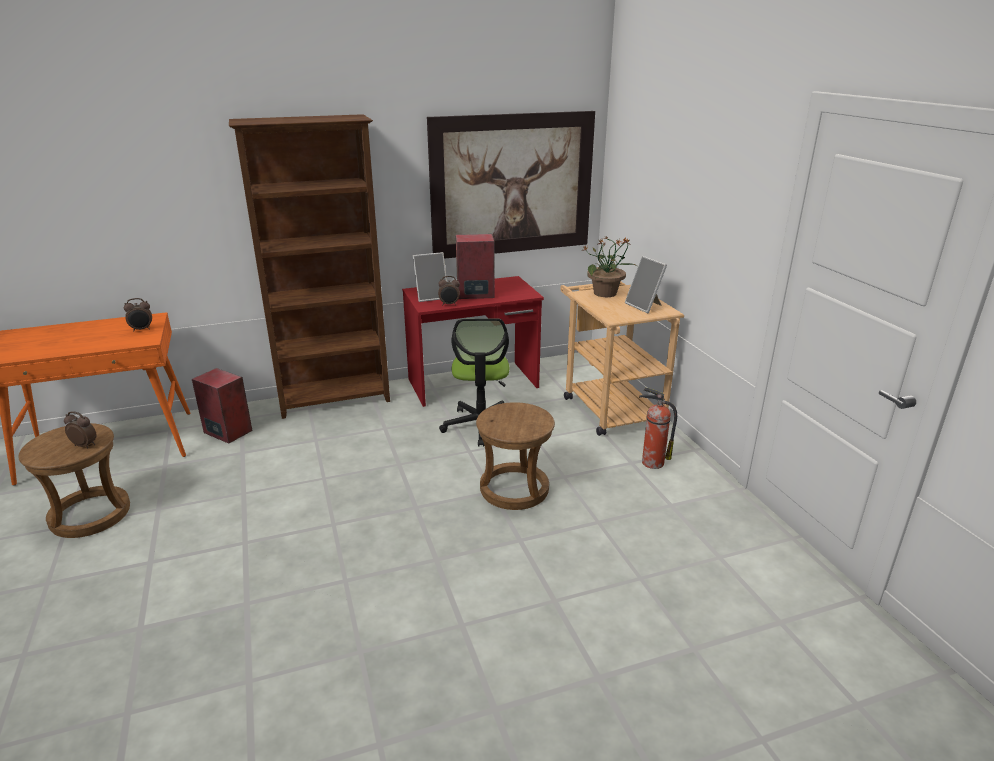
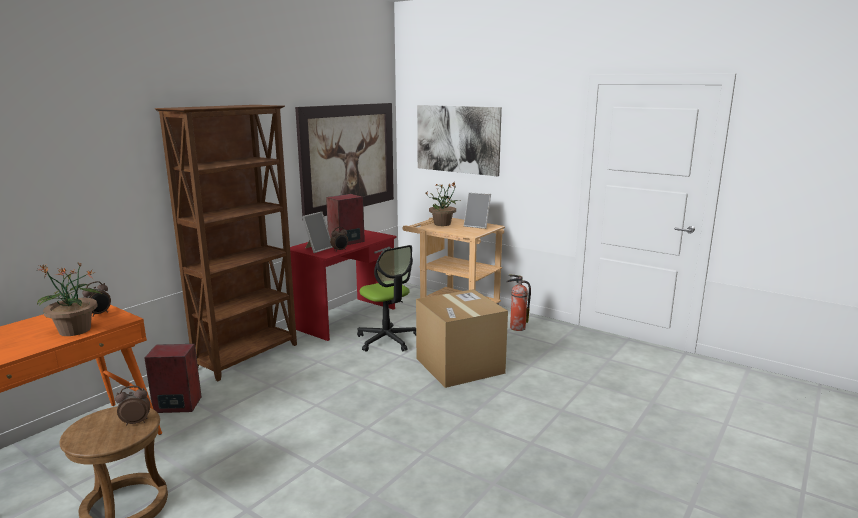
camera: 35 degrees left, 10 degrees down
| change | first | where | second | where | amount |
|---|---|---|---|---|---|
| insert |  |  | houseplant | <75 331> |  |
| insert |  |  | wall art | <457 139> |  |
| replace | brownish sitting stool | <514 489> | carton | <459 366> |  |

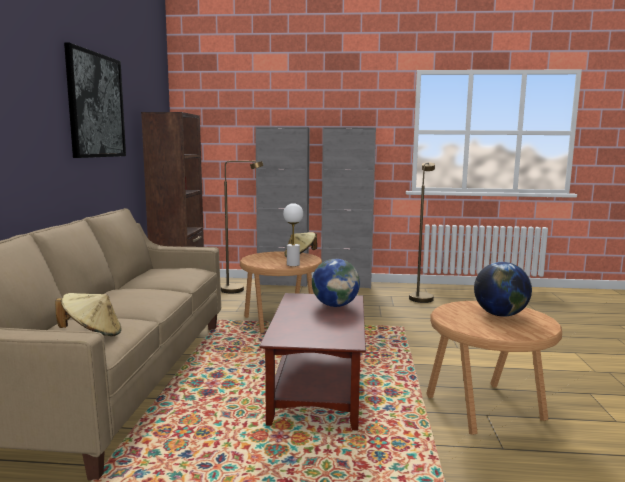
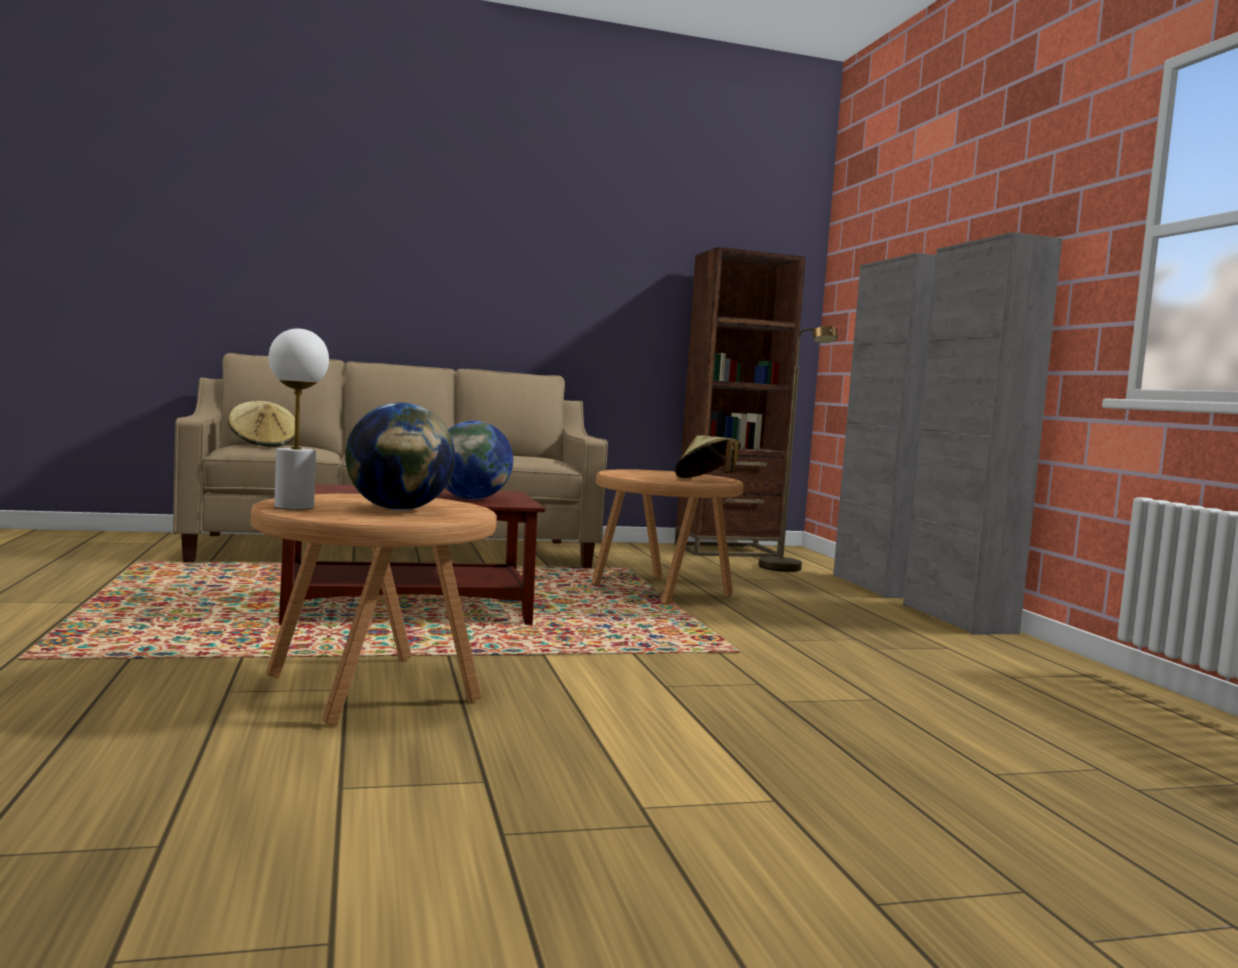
camera: 70 degrees right, 5 degrees down
| change | first | where | second | where | amount |
|---|---|---|---|---|---|
| delete | wall art | <96 105> |  |  |  |
| delete | brownish standing lamp | <421 297> |  |  |  |
| move | whitish tabletop lamp | <293 264> |  | <293 507> |  |

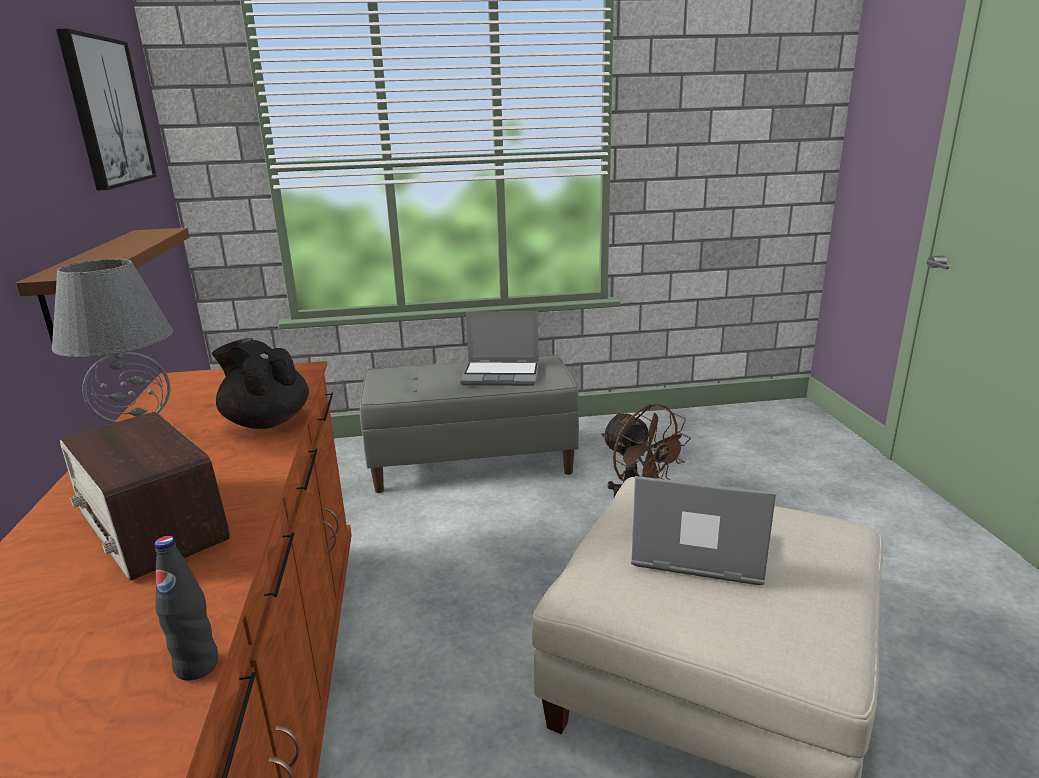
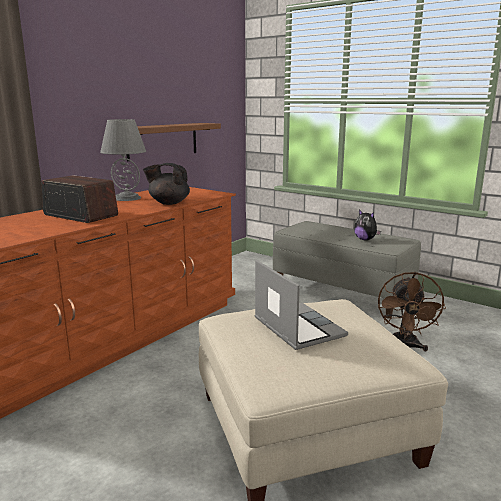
camera: 45 degrees right, 5 degrees down
| change | first | where | second | where | amount |
|---|---|---|---|---|---|
| delete | wall art | <107 112> |  |  |  |
| delete | black-coloured drink bottle | <197 666> |  |  |  |
| replace | portable computer | <502 375> | soft toy | <365 239> |  |
| rotate | radio set | <152 526> |  | <80 215> | 120 degrees clockwise |
| rotate | black-coloured pot for tea | <266 421> |  | <168 203> | 75 degrees counterclockwise |

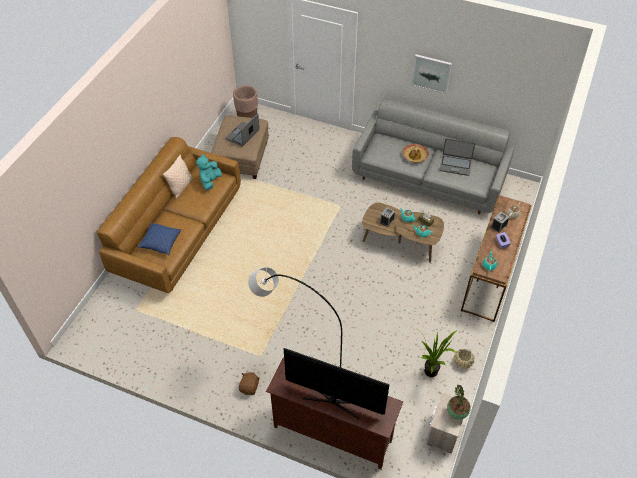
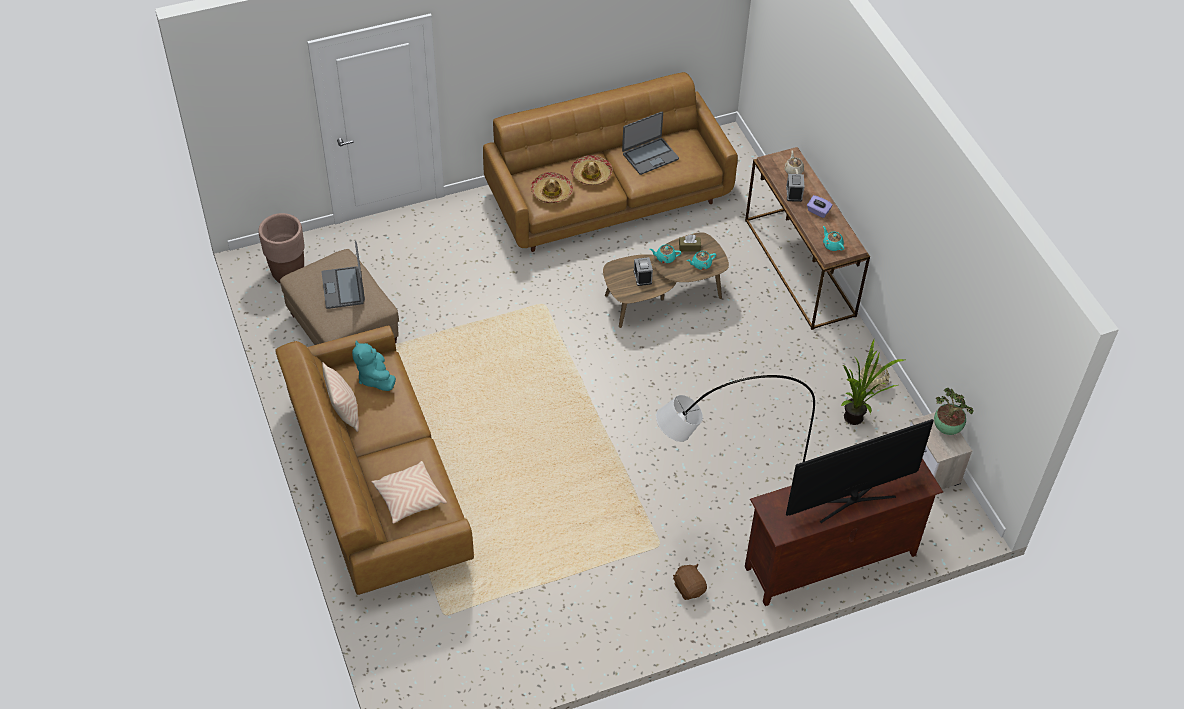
camera: 45 degrees left, 0 degrees up
| change | first | where | second | where | amount |
|---|---|---|---|---|---|
| delete | wall art | <431 73> |  |  |  |
| insert |  |  | clothing hat | <551 192> |  |
| recolor | blue pillow | <160 242> | beige-coloured pillow | <409 498> |  |
| recolor | greyish settee | <429 177> | brownish settee | <607 196> |  |

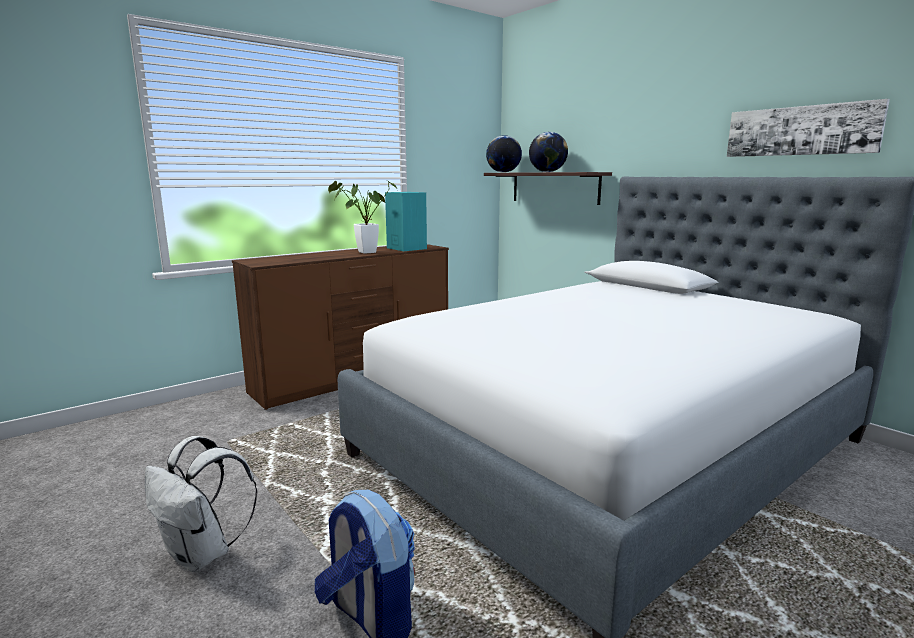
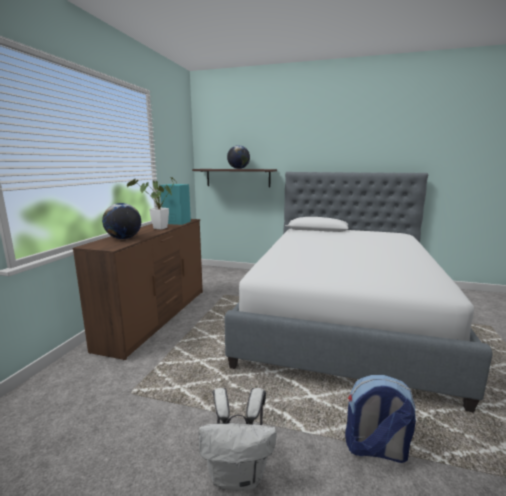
camera: 35 degrees left, 0 degrees up
| change | first | where | second | where | amount |
|---|---|---|---|---|---|
| delete | wall art | <801 131> |  |  |  |
| move | globe | <503 172> |  | <124 238> |  |

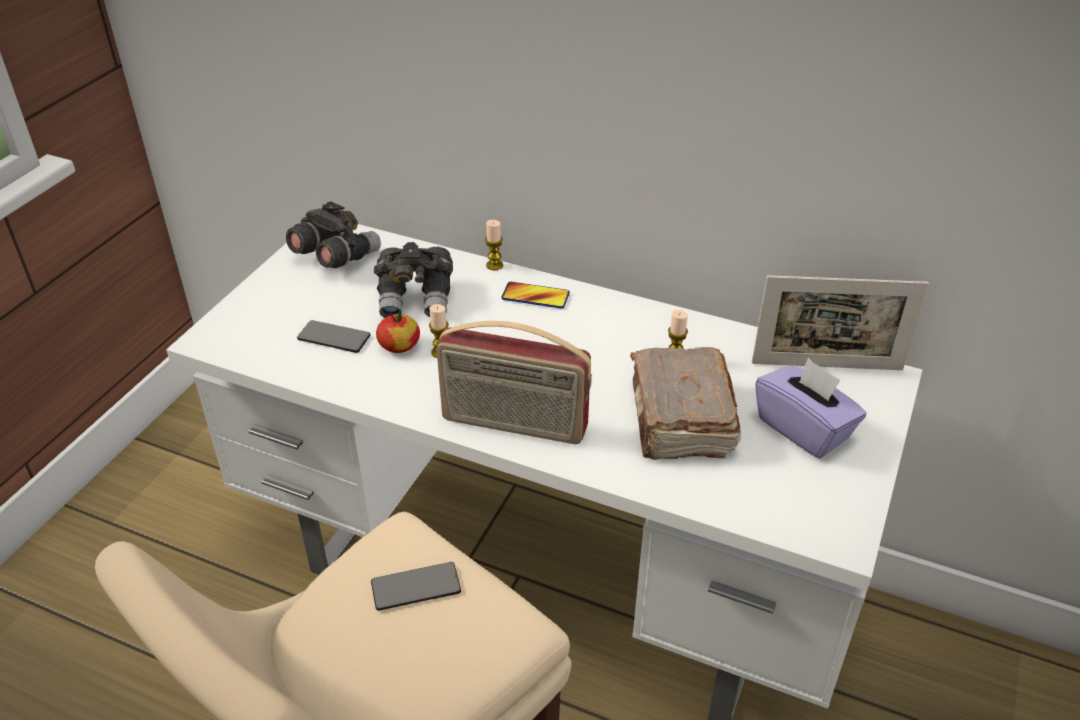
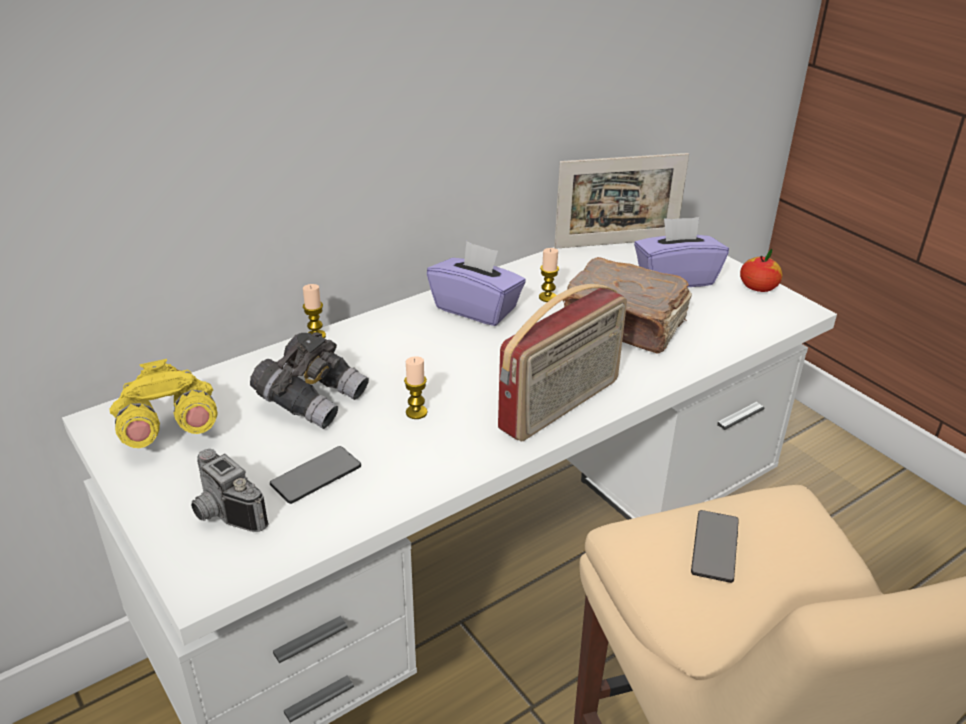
camera: 60 degrees left, 5 degrees down
| change | first | where | second | where | amount |
|---|---|---|---|---|---|
| delete | handset | <535 296> |  |  |  |
| insert |  |  | photo camera | <222 514> |  |
| insert |  |  | purple tissue holder | <476 308> |  |
| move | apple fruit | <399 345> |  | <758 287> |  |
| recolor | greyish pair of binoculars | <335 257> | yellow pair of binoculars | <167 430> |  |
| rotate | standing frame | <826 366> |  | <616 243> | 45 degrees clockwise |

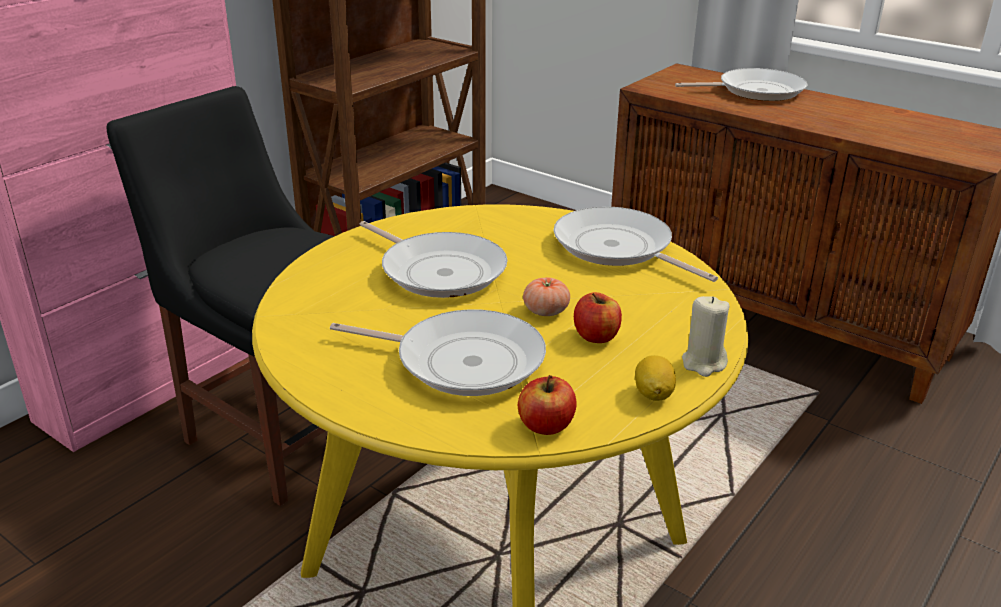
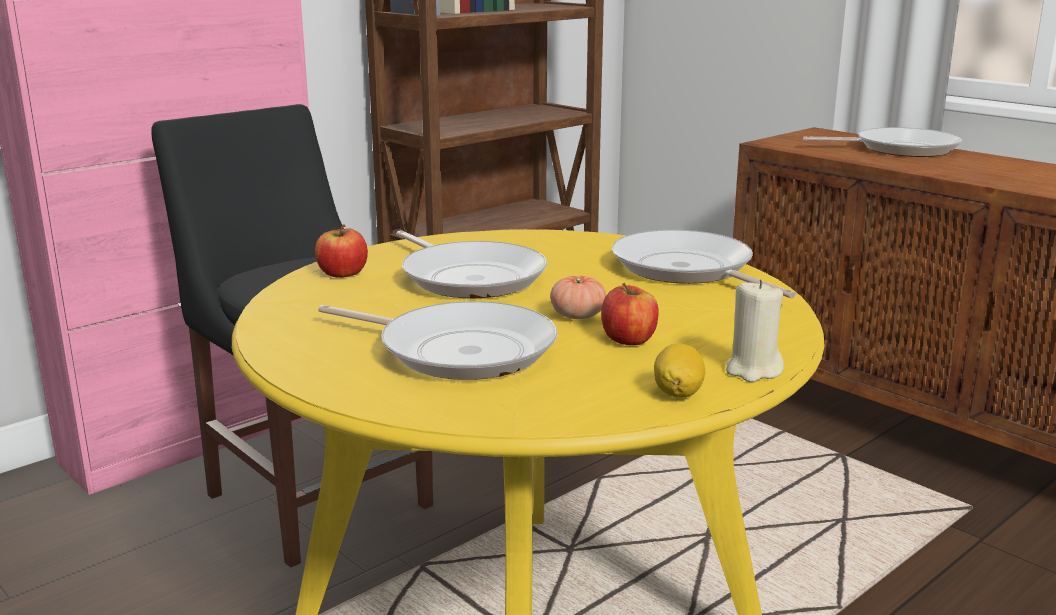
camera: 10 degrees right, 10 degrees down
| change | first | where | second | where | amount |
|---|---|---|---|---|---|
| move | apple fruit | <546 425> |  | <342 274> |  |

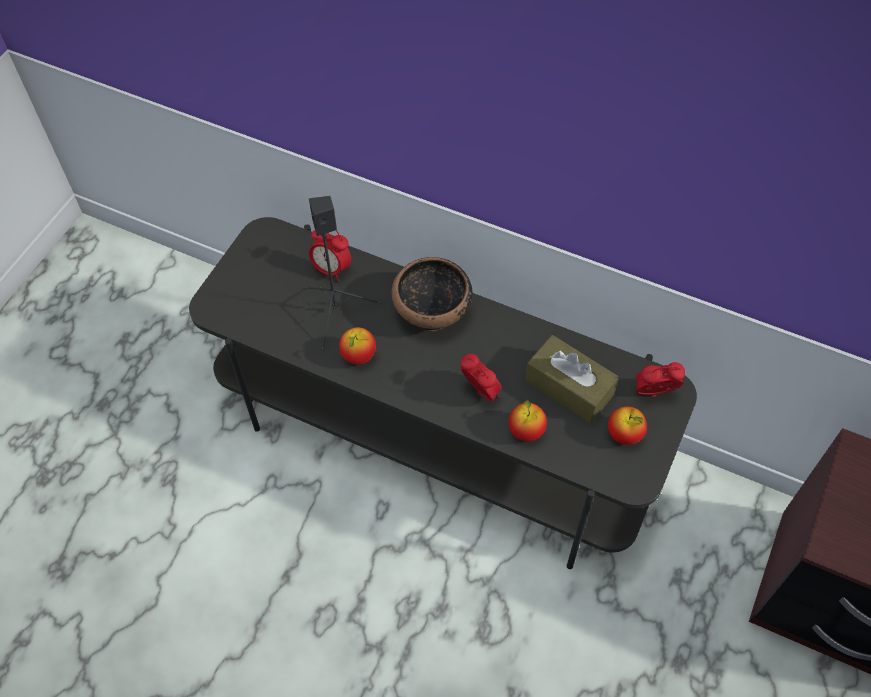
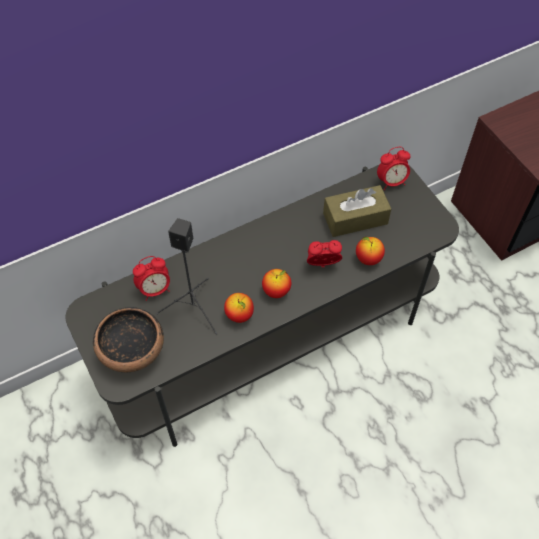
camera: 55 degrees left, 0 degrees up
| change | first | where | second | where | amount |
|---|---|---|---|---|---|
| move | bowl | <433 310> |  | <133 351> |  |
| move | apple fruit | <624 435> |  | <276 291> |  |
| rotate | bedside clock | <653 393> |  | <391 182> | 135 degrees counterclockwise |

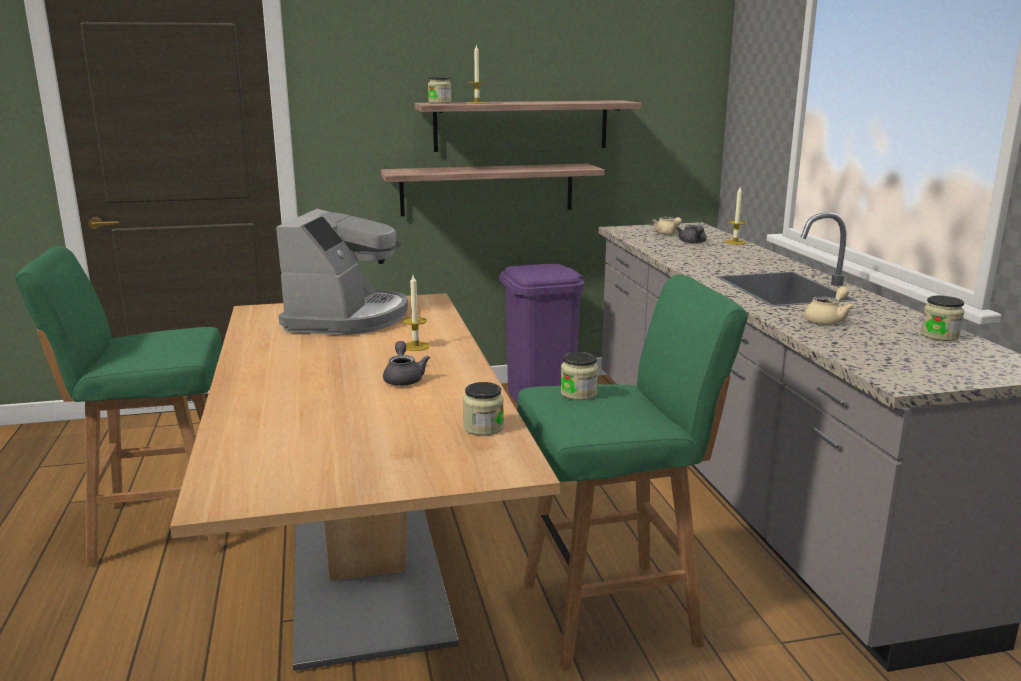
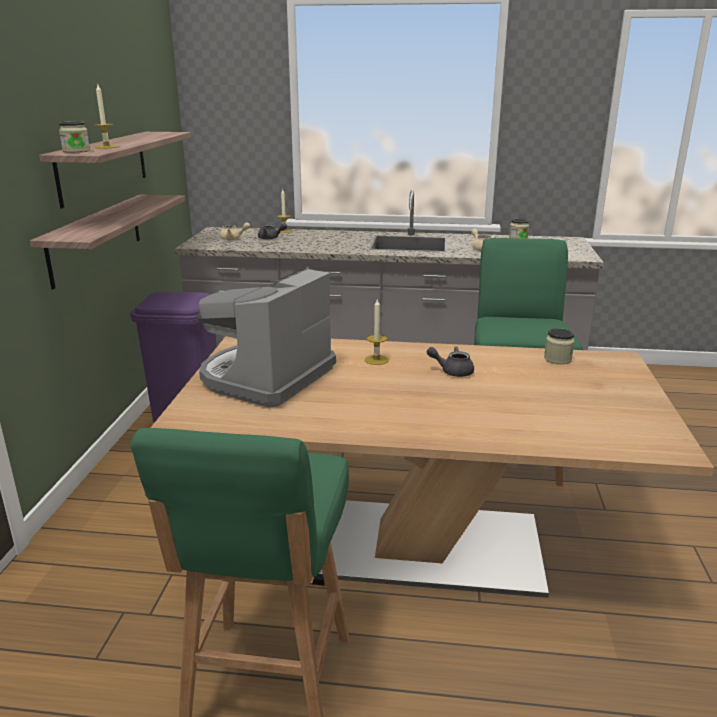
camera: 70 degrees left, 5 degrees up
| change | first | where | second | where | amount |
|---|---|---|---|---|---|
| delete | preserve jar | <578 393> |  |  |  |
| rotate | coffee machine | <347 318> |  | <266 377> | 90 degrees counterclockwise |

